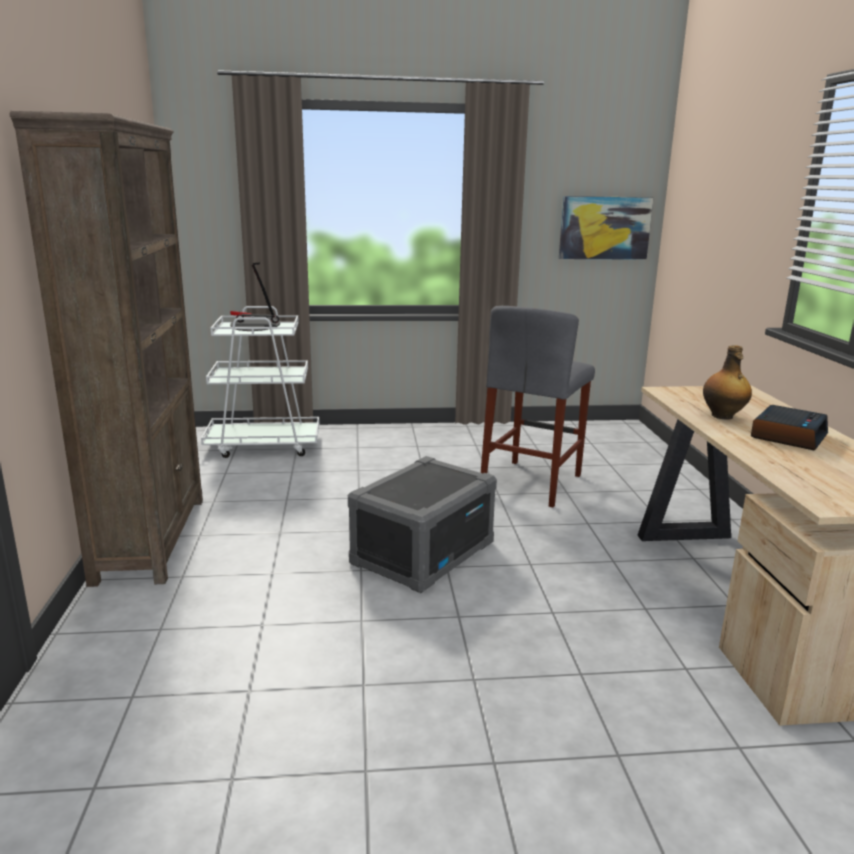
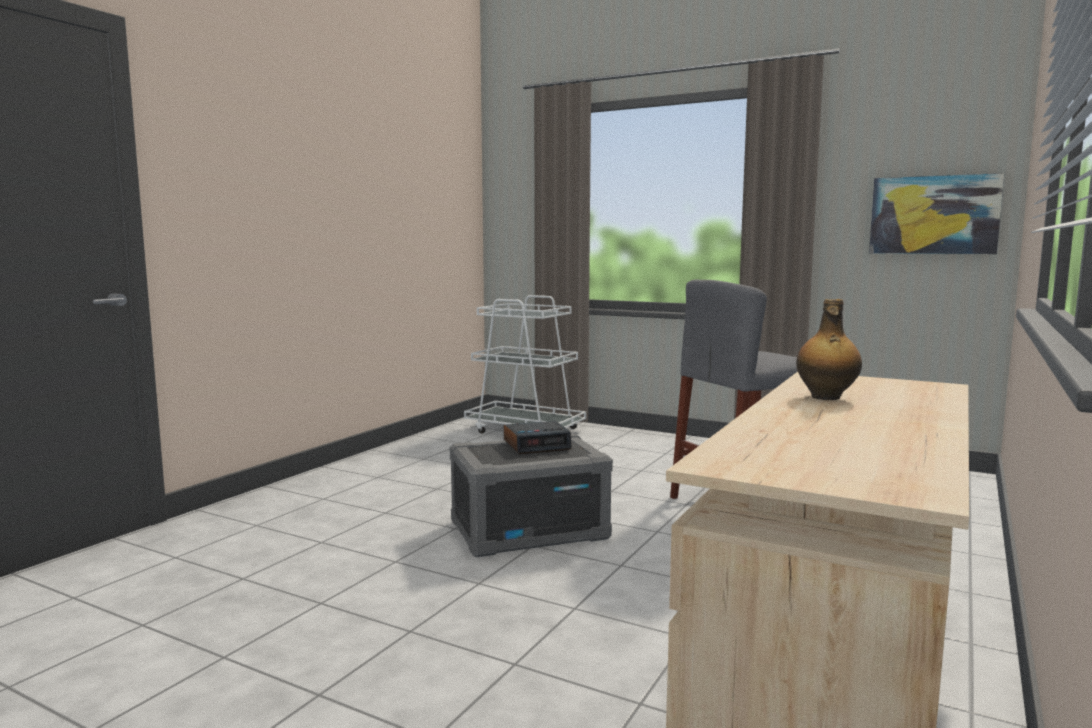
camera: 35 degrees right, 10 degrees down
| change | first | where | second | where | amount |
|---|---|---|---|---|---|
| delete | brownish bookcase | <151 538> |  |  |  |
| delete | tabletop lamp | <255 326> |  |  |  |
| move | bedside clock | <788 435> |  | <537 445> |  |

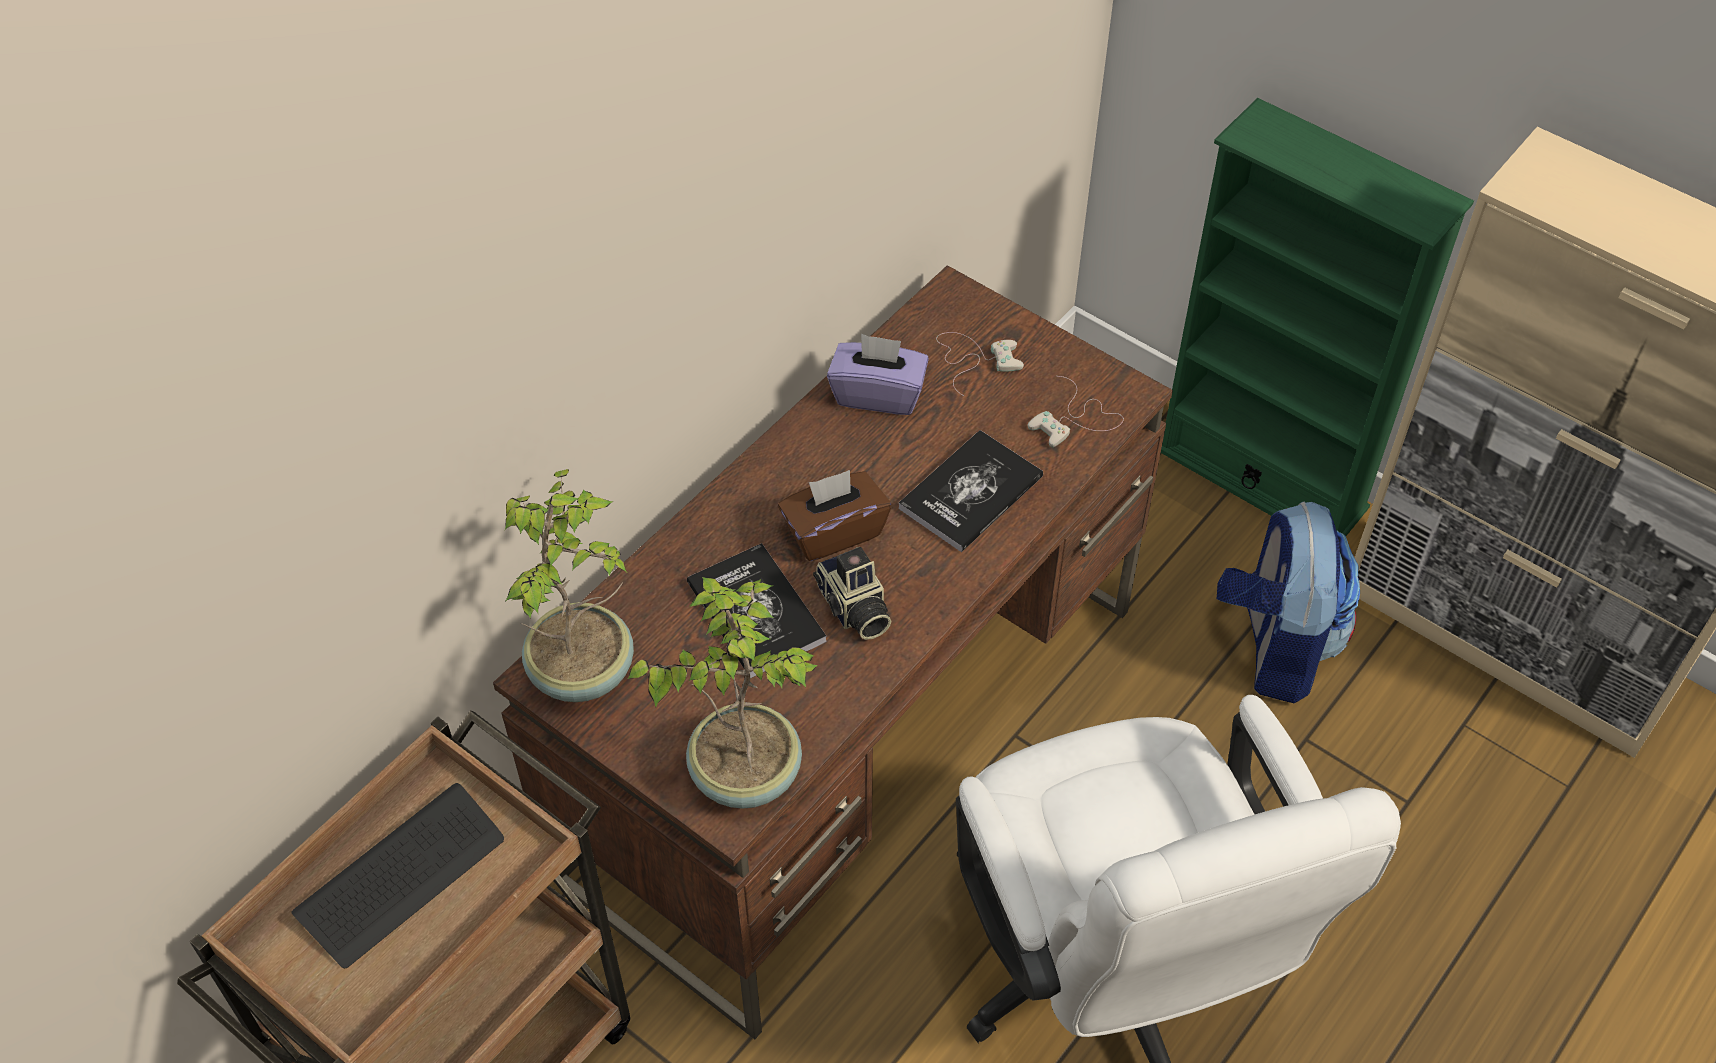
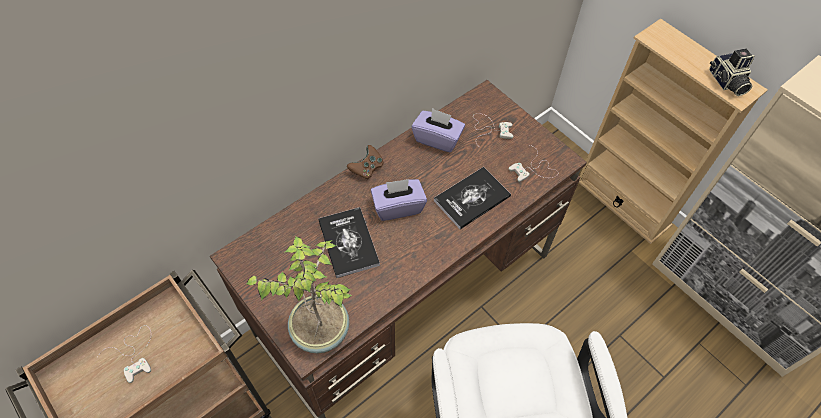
camera: 10 degrees right, 5 degrees up
| change | first | where | second | where | amount |
|---|---|---|---|---|---|
| delete | houseplant | <585 670> |  |  |  |
| delete | knapsack | <1275 645> |  |  |  |
| insert |  |  | brownish joypad | <367 168> |  |
| move | photo camera | <853 609> |  | <726 82> |  |
| replace | PC keyboard | <402 877> | whitish joypad | <134 353> |  |
| recolor | brownish tissue holder | <834 532> | purple tissue holder | <398 207> |  |
| recolor | green bookcase | <1261 478> | beige-coloured bookcase | <622 202> |  |

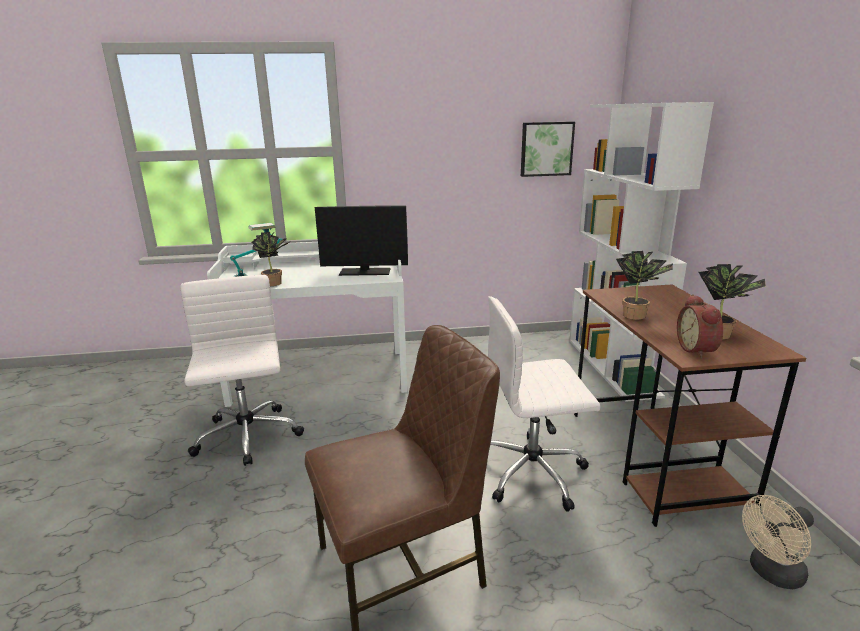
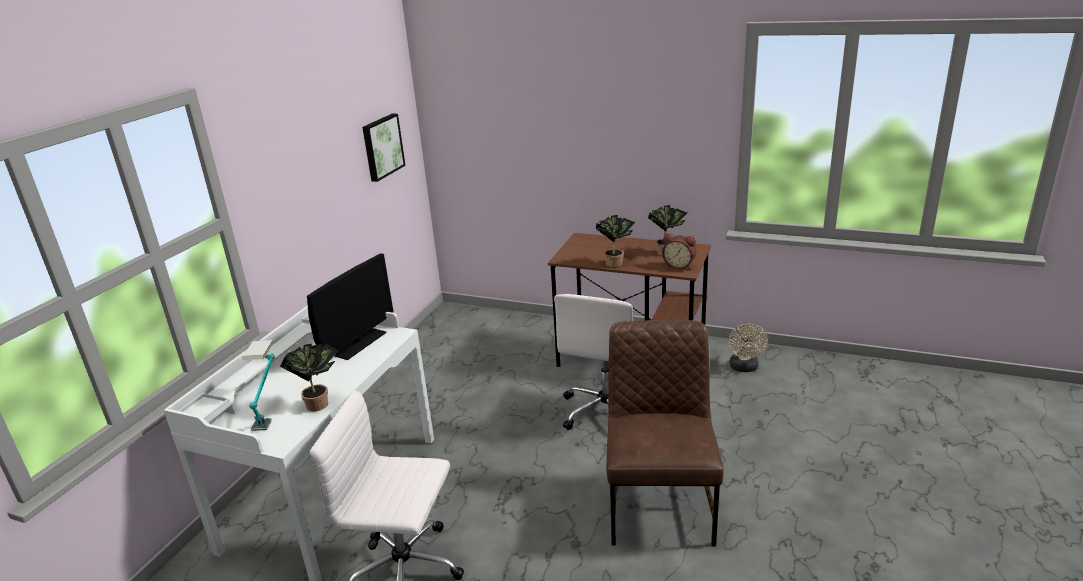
camera: 60 degrees left, 5 degrees up
| change | first | where | second | where | amount |
|---|---|---|---|---|---|
| delete | whitish bookcase | <612 366> |  |  |  |

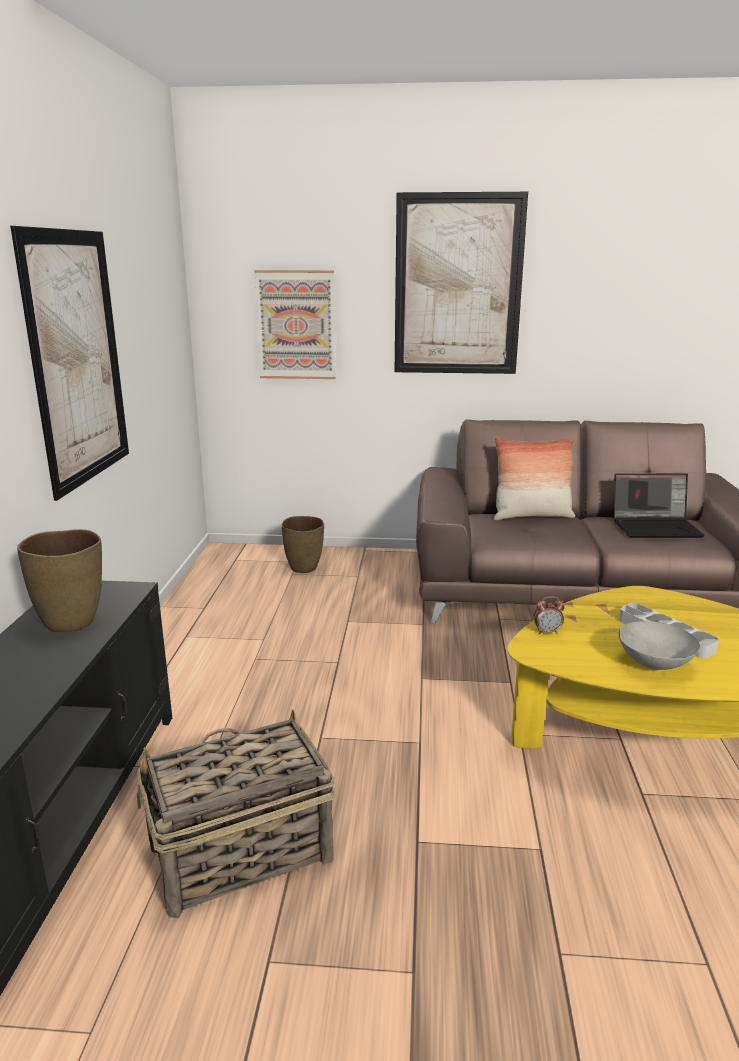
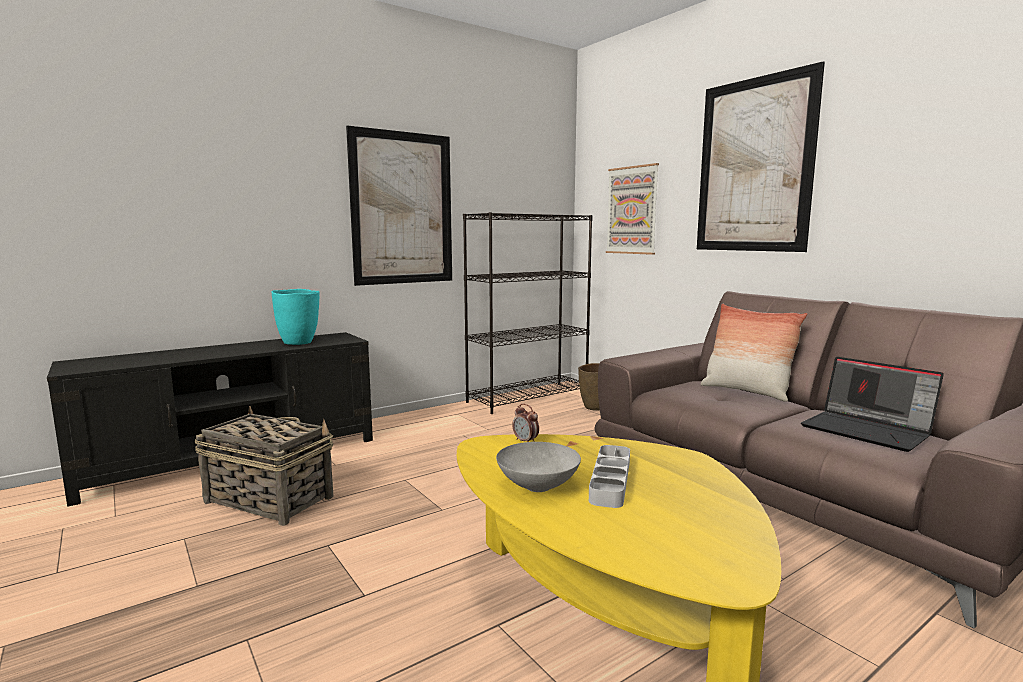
camera: 50 degrees right, 10 degrees down
| change | first | where | second | where | amount |
|---|---|---|---|---|---|
| insert |  |  | black-coloured bookcase | <528 397> |  |
| recolor | brownish decorative vase | <71 622> | turquoise decorative vase | <299 342> |  |

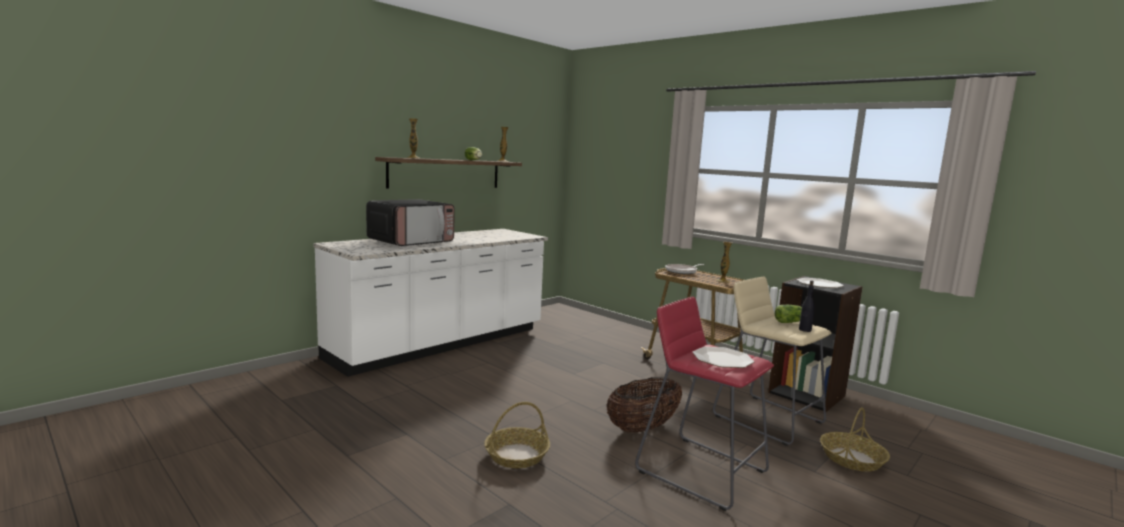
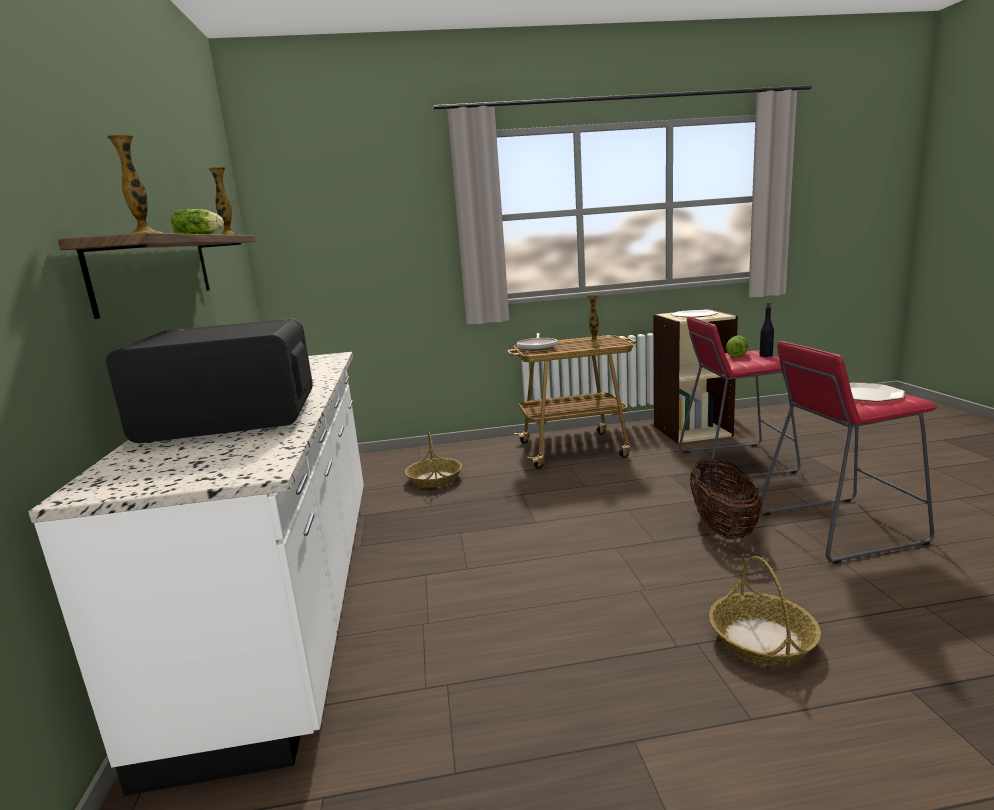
camera: 50 degrees left, 5 degrees up
| change | first | where | second | where | amount |
|---|---|---|---|---|---|
| move | household basket | <852 458> |  | <434 479> |  |
| recolor | beige-coloured sitting stool | <768 419> | red-coloured sitting stool | <735 462> |  |
| recolor | black-coloured bookcase | <807 394> | beige-coloured bookcase | <691 430> |  |
| rotate | microwave | <411 241> |  | <230 420> | 90 degrees counterclockwise |

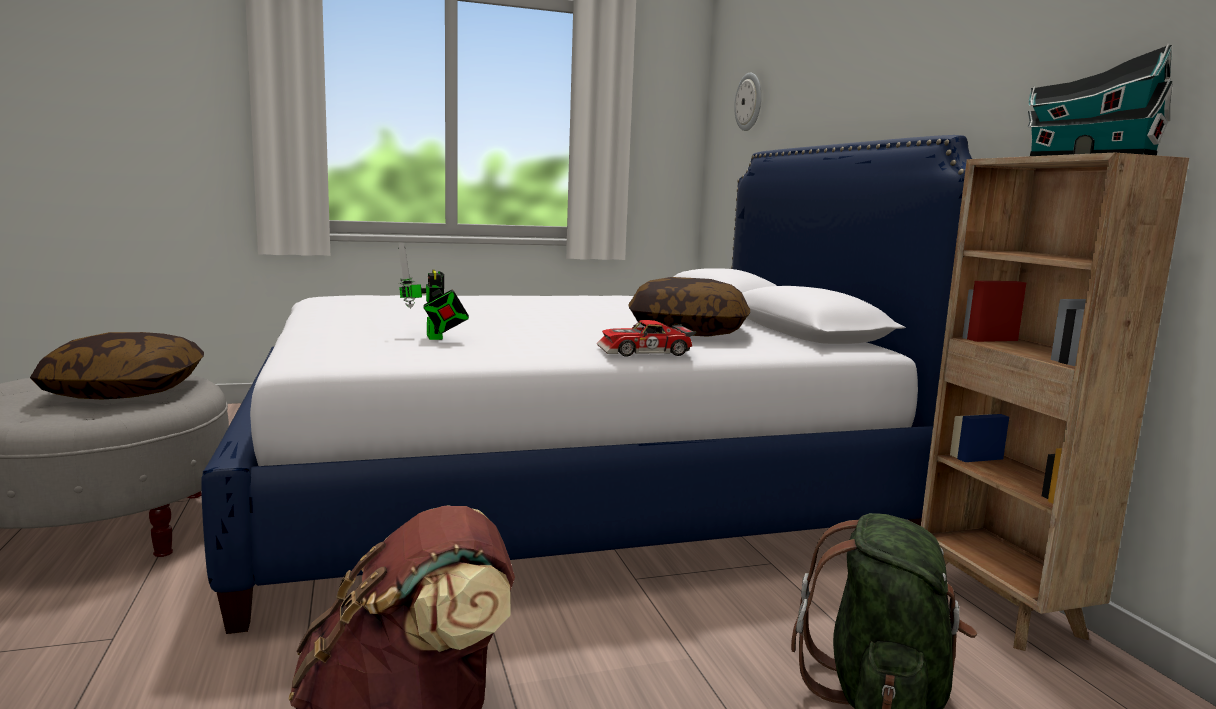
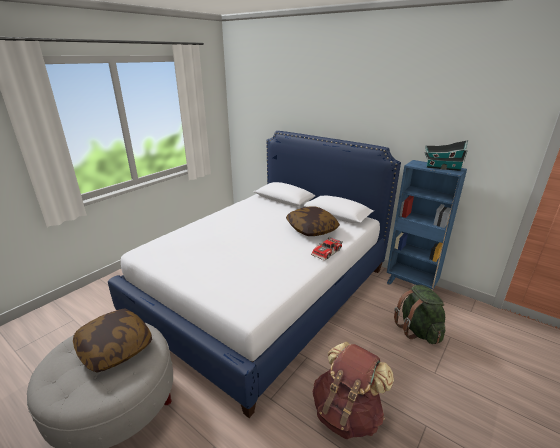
camera: 35 degrees left, 15 degrees up
| change | first | where | second | where | amount |
|---|---|---|---|---|---|
| delete | toy robot | <435 338> |  |  |  |
| delete | clock on the wall | <749 102> |  |  |  |
| recolor | brownish bookcase | <1000 609> | blue bookcase | <411 285> |  |

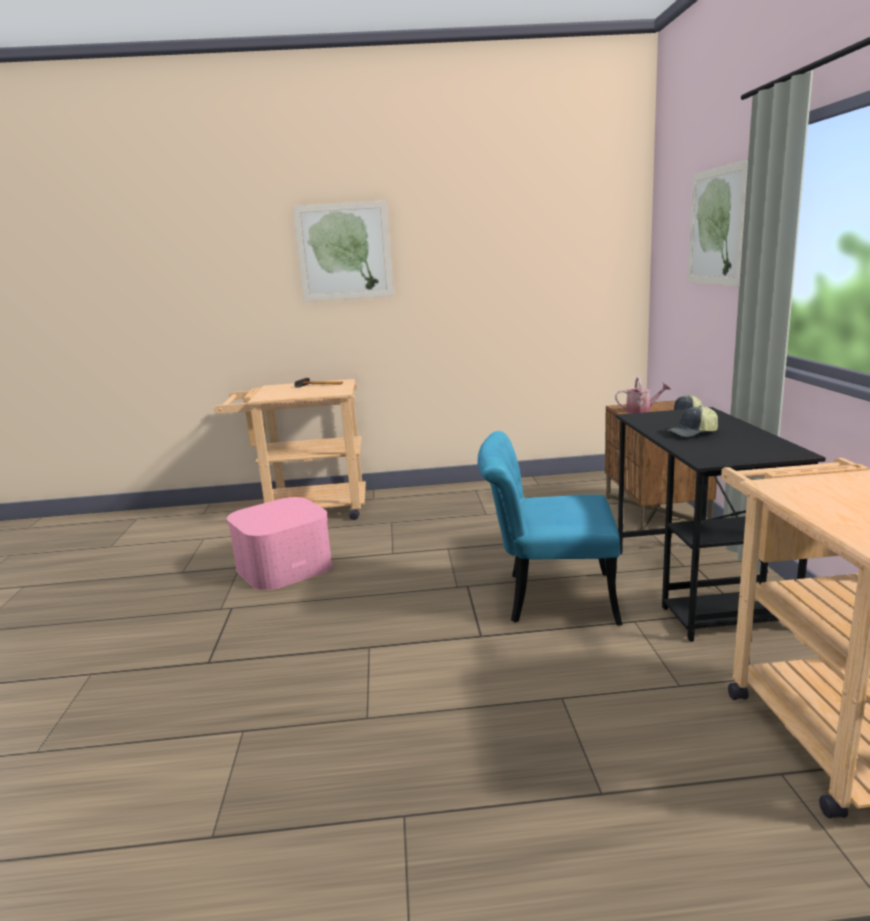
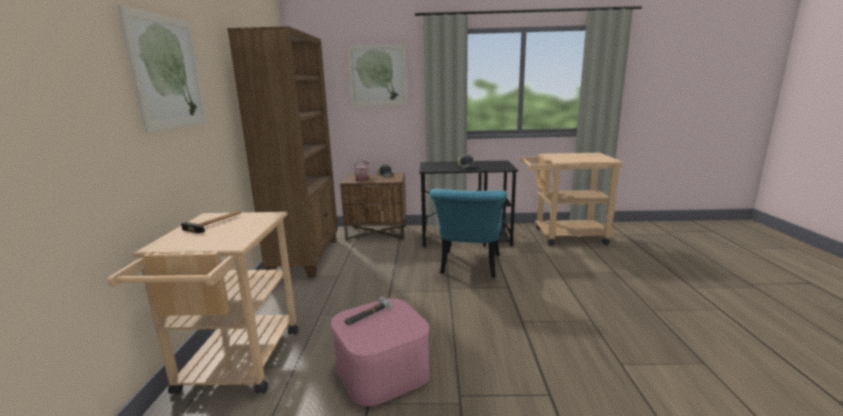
camera: 85 degrees left, 0 degrees up
| change | first | where | second | where | amount |
|---|---|---|---|---|---|
| insert |  |  | brownish bookcase | <306 257> |  |
| insert |  |  | hand hammer | <368 314> |  |

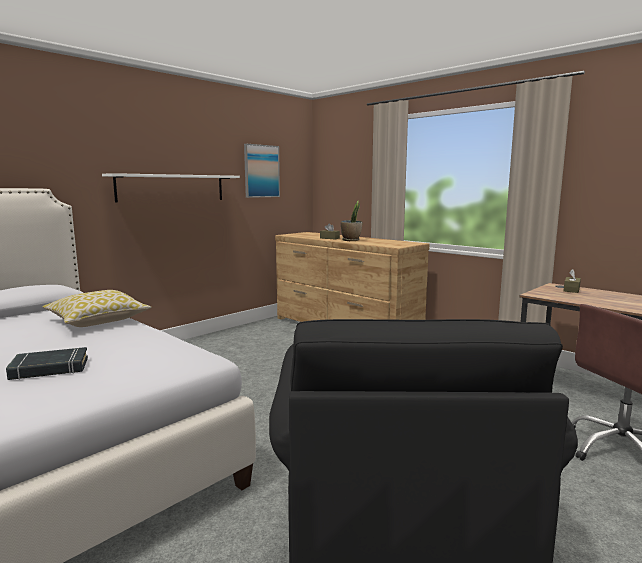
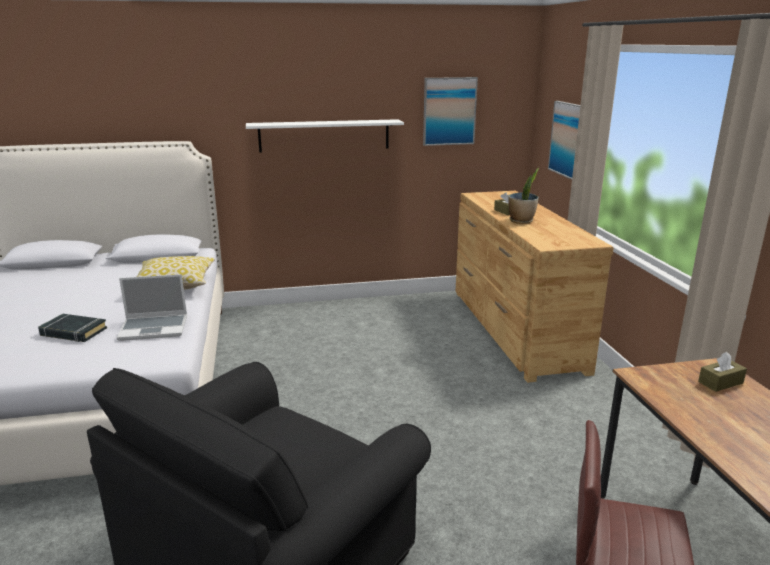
camera: 35 degrees right, 10 degrees up
| change | first | where | second | where | amount |
|---|---|---|---|---|---|
| insert |  |  | portable computer | <155 328> |  |
| insert |  |  | wall art | <567 139> |  |

